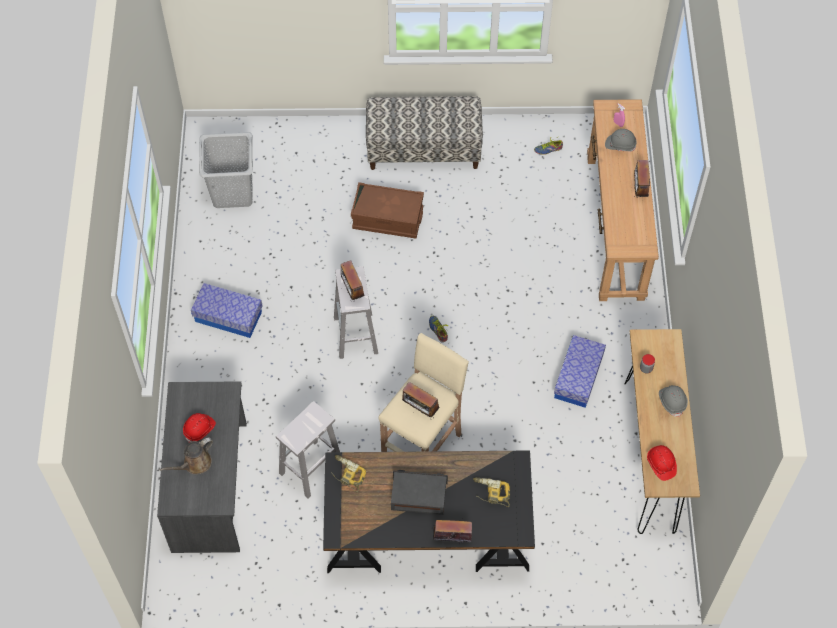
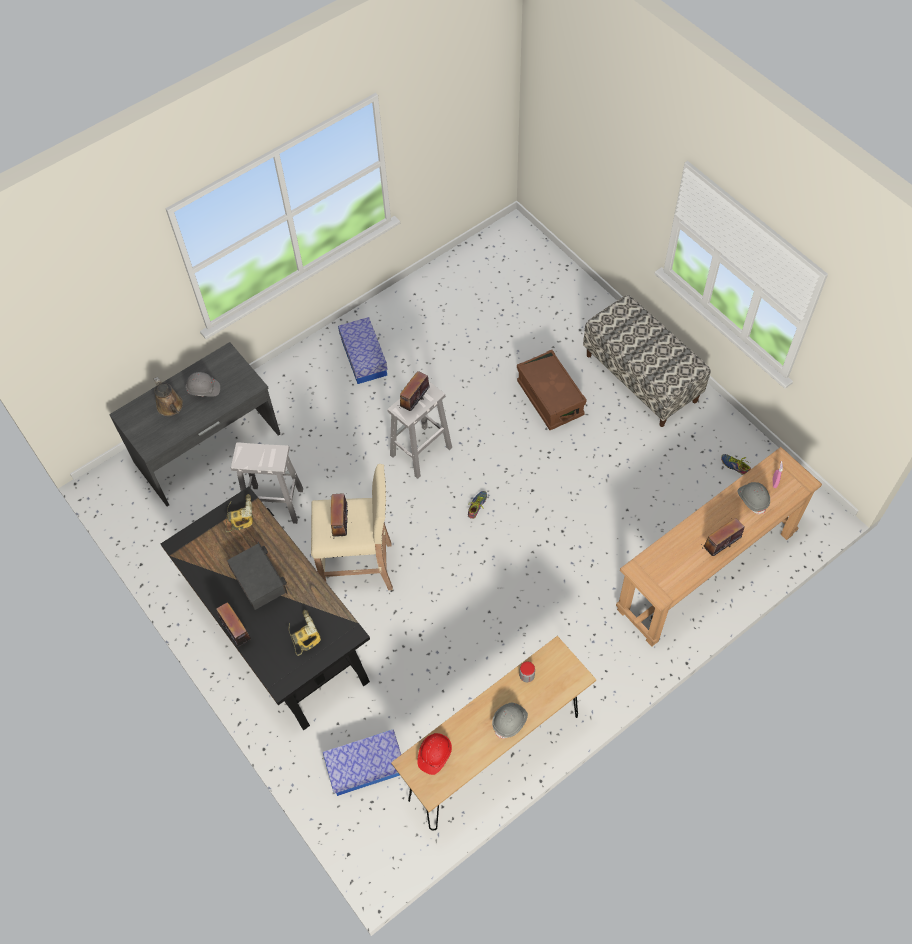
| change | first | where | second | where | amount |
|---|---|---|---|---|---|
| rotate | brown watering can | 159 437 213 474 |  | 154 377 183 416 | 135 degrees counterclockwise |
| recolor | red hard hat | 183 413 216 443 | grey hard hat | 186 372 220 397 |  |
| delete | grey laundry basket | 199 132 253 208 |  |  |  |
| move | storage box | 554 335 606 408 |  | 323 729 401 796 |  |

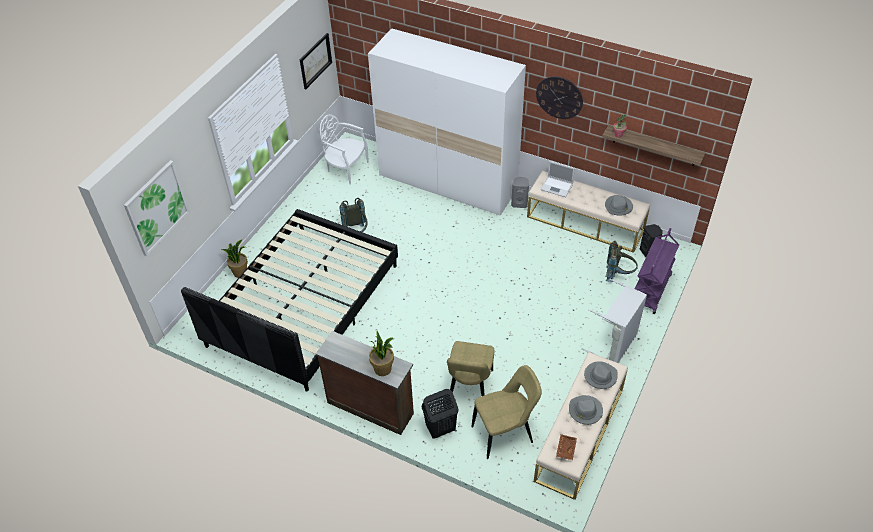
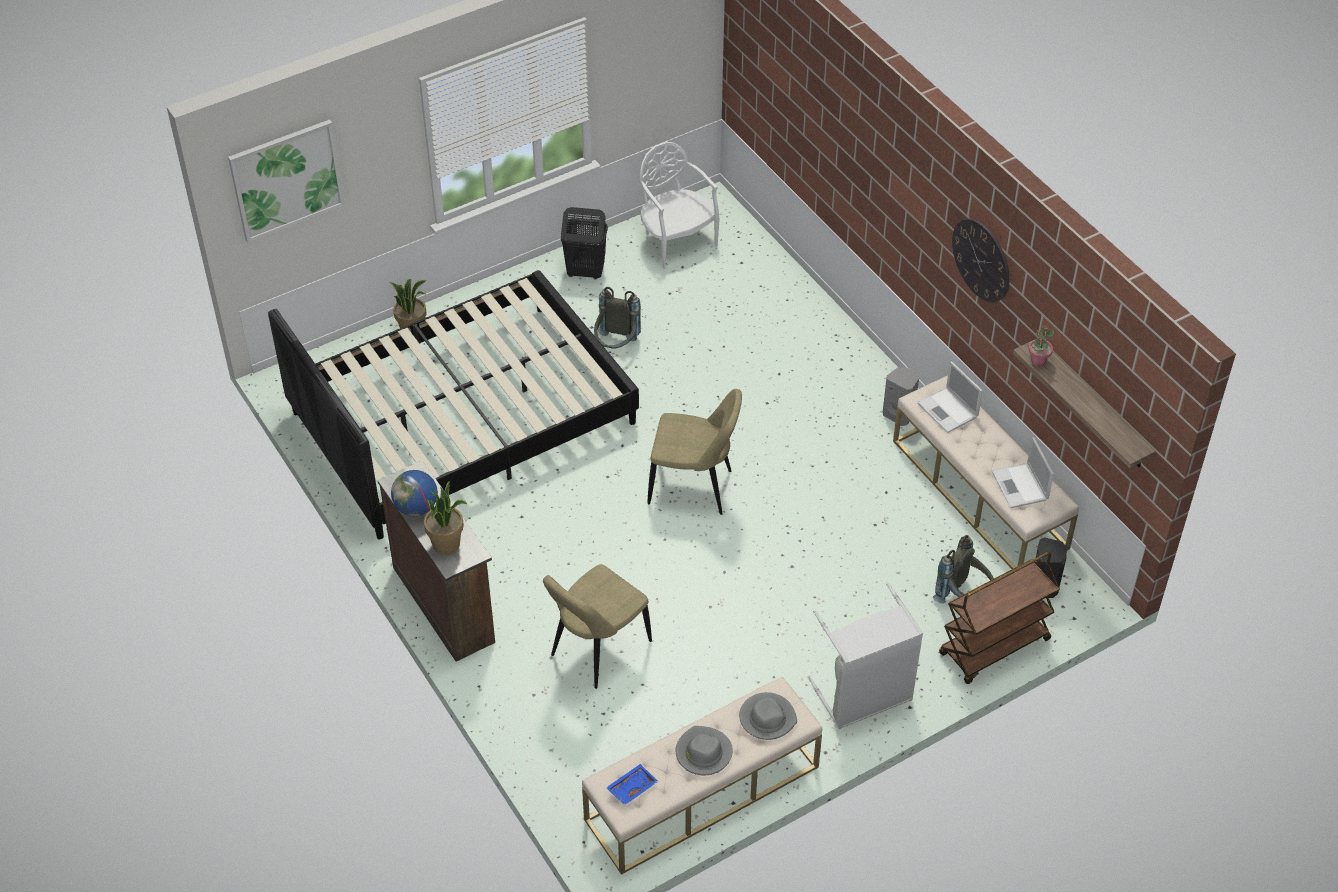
| change | first | where | second | where | amount |
|---|---|---|---|---|---|
| delete | picture | 300 33 332 90 |  |  |  |
| delete | white wardrobe | 368 28 526 216 |  |  |  |
| move | black laundry basket | 422 389 458 439 |  | 561 207 608 279 |  |
| move | beige chair | 472 365 542 459 |  | 647 389 742 515 |  |
| recolor | brown tray | 556 434 577 460 | blue tray | 606 764 659 805 |  |
| replace | grey hat | 605 195 633 216 | laptop | 992 437 1054 508 |  |
| recolor | purple cart | 635 228 679 314 | brown cart | 939 552 1060 684 |  |
| insert |  |  | globe | 391 470 438 516 |  |

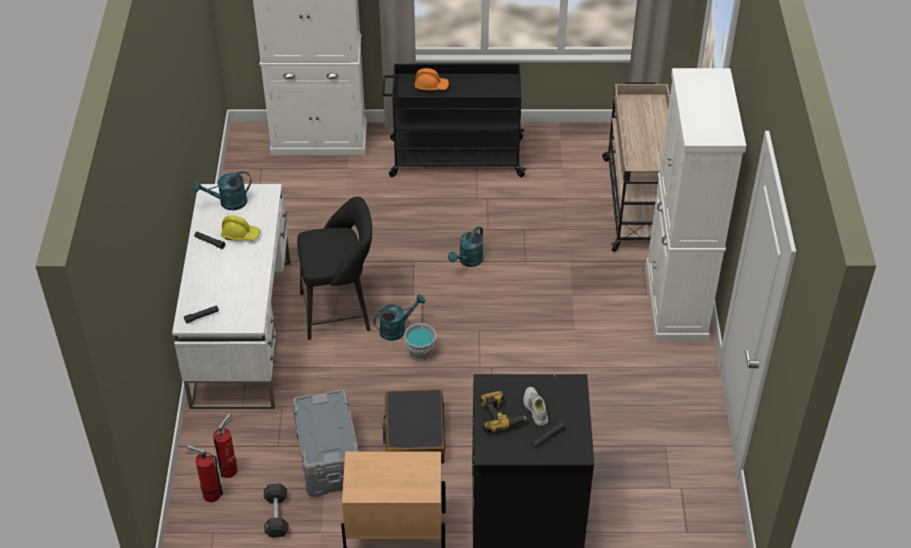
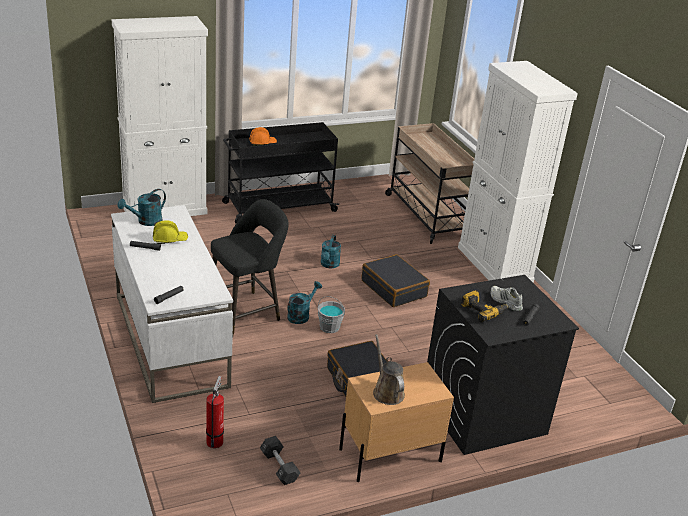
| change | first | where | second | where | amount |
|---|---|---|---|---|---|
| delete | fire extinguisher | 187 445 223 502 |  |  |  |
| delete | grey storage box | 293 390 359 497 |  |  |  |
| insert |  |  | black suitcase | 361 254 430 307 |  |
| insert |  |  | brown watering can | 373 334 405 405 |  |

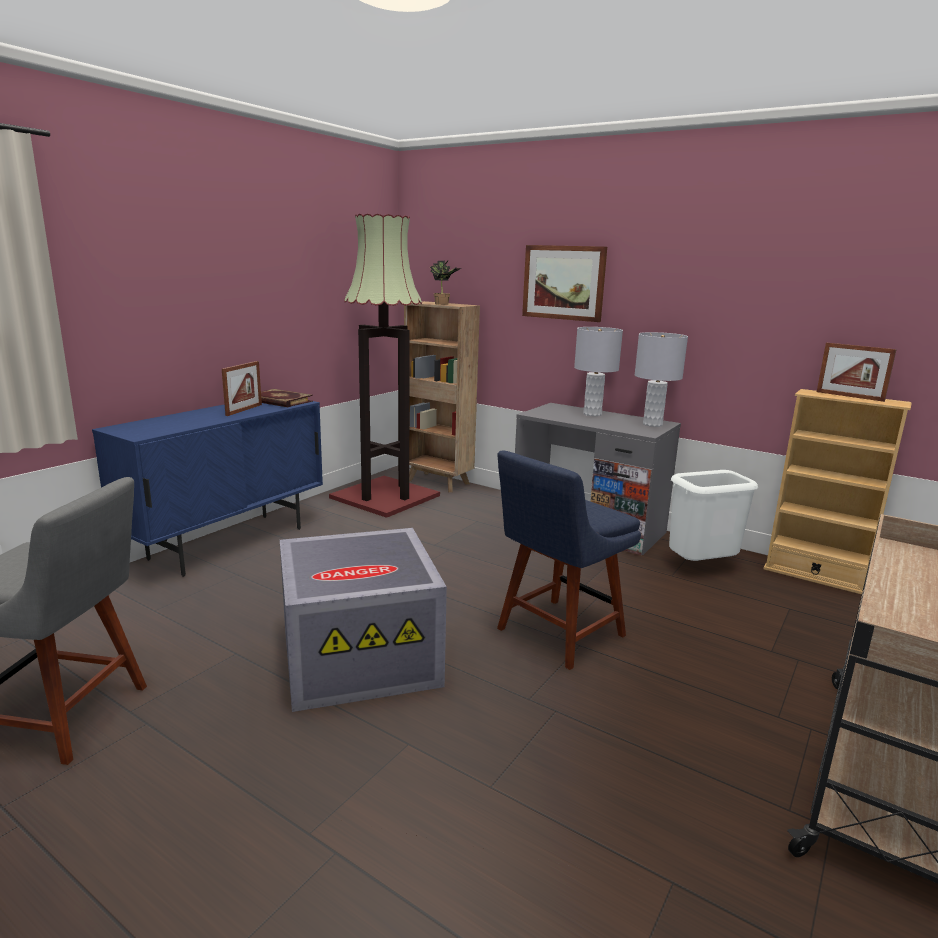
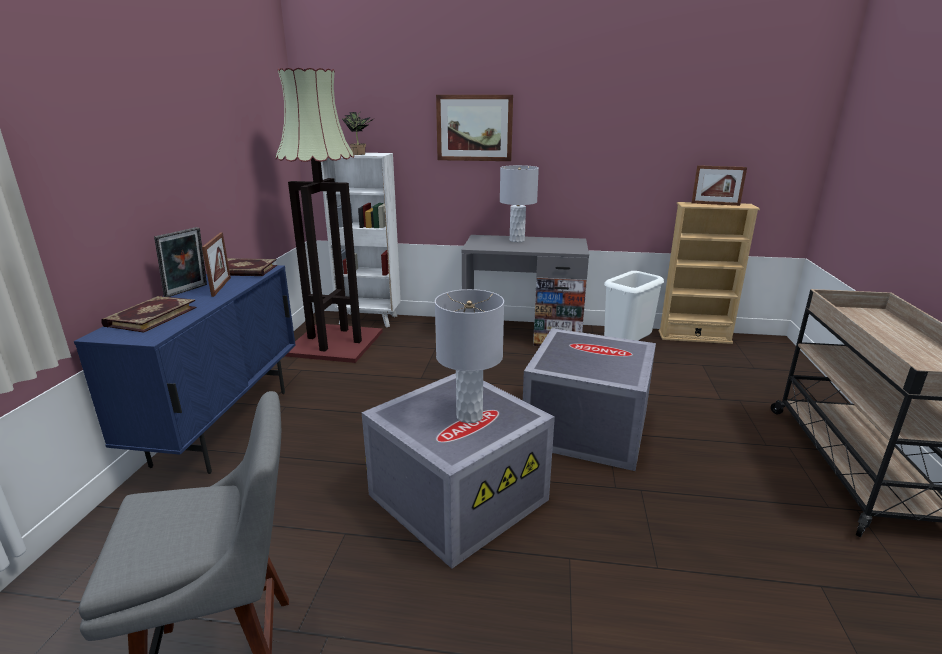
| change | first | where | second | where | amount |
|---|---|---|---|---|---|
| recolor | brown bookcase | 404 301 480 492 | white bookcase | 321 153 401 327 |  |
| replace | blue chair | 497 451 641 670 | grey storage box | 523 328 656 471 |  |
| move | grey table lamp | 635 332 688 427 |  | 435 289 504 423 |  |
| insert |  |  | book | 101 296 197 333 |  |
| insert |  |  | picture frame | 154 227 207 297 |  |

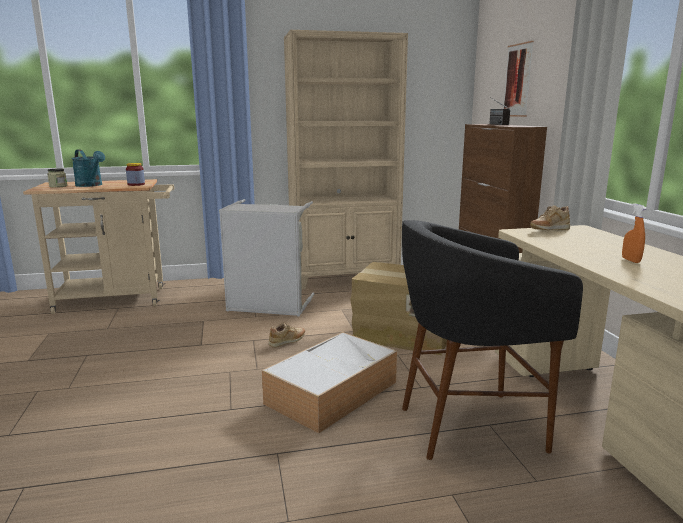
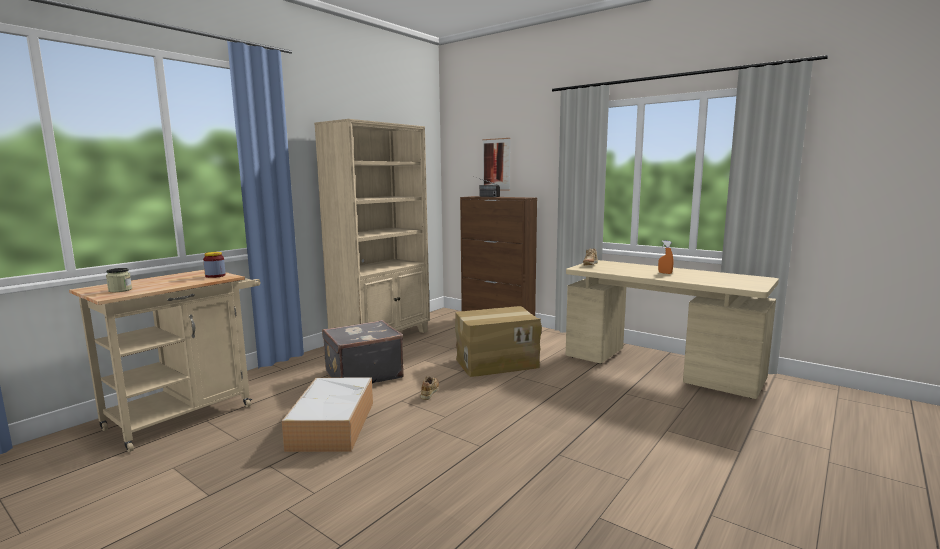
| change | first | where | second | where | amount |
|---|---|---|---|---|---|
| delete | turquoise watering can | 72 149 105 187 |  |  |  |
| replace | grey laundry basket | 219 199 314 317 | grey suitcase | 322 320 404 383 |  |
| move | storage box | 262 332 397 433 |  | 282 378 373 452 |  |
| delete | black stool | 402 220 583 460 |  |  |  |

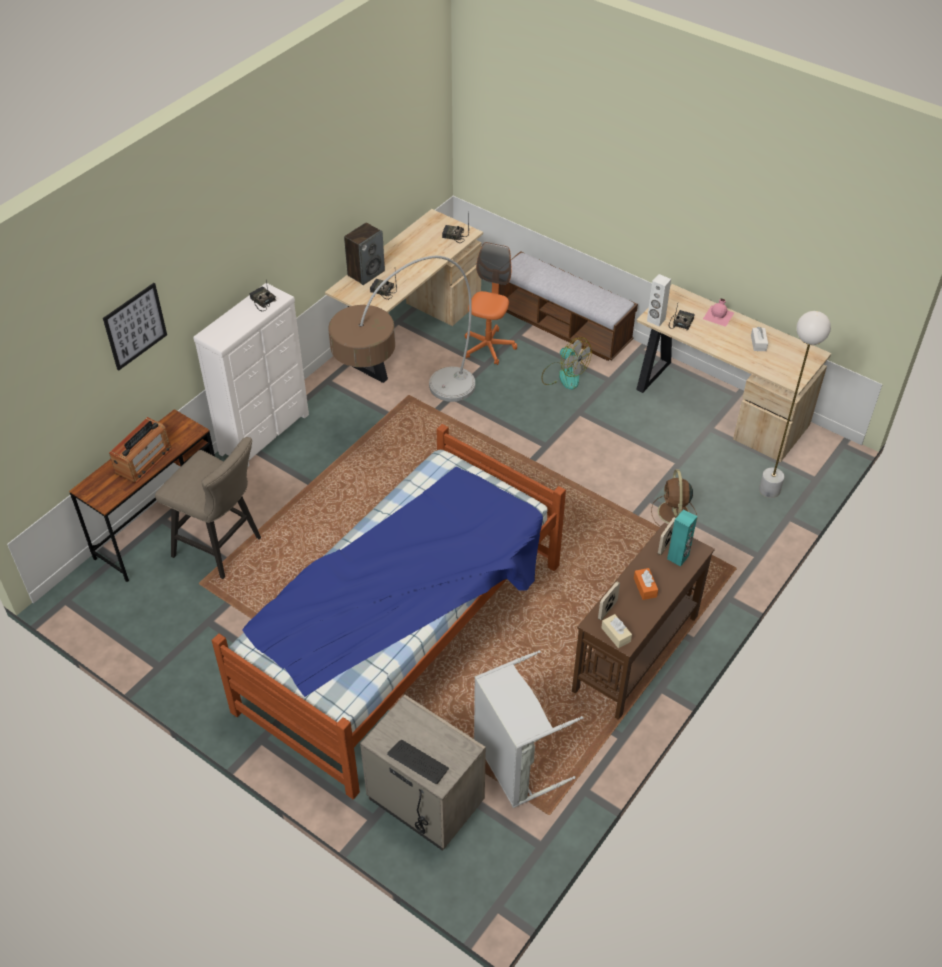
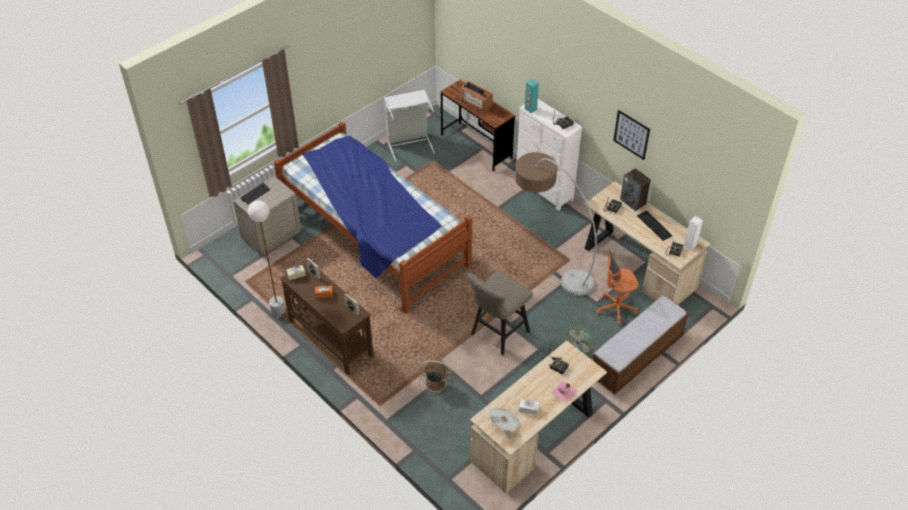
| change | first | where | second | where | amount |
|---|---|---|---|---|---|
| move | picture | 103 283 167 371 |  | 613 110 650 160 |  |
| move | beige stool | 155 437 261 579 |  | 467 271 533 355 |  |
| rotate | orange office chair | 465 242 517 365 |  | 596 249 638 325 | 135 degrees clockwise |
| move | grey laundry basket | 474 650 583 808 |  | 384 89 435 162 |  |
| move | white speaker | 647 274 671 326 |  | 684 216 703 250 |  |
| move | turquoise speaker | 667 510 697 567 |  | 525 79 539 113 |  |
| move | white floor lamp | 759 311 831 498 |  | 248 201 285 316 |  |
| insert |  |  | newspaper | 489 408 522 432 |  |
| insert |  |  | keyboard | 637 211 673 241 |  |

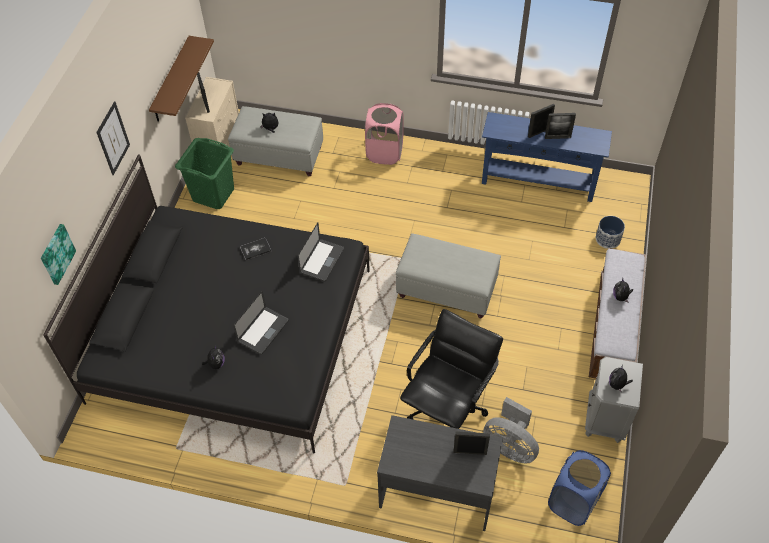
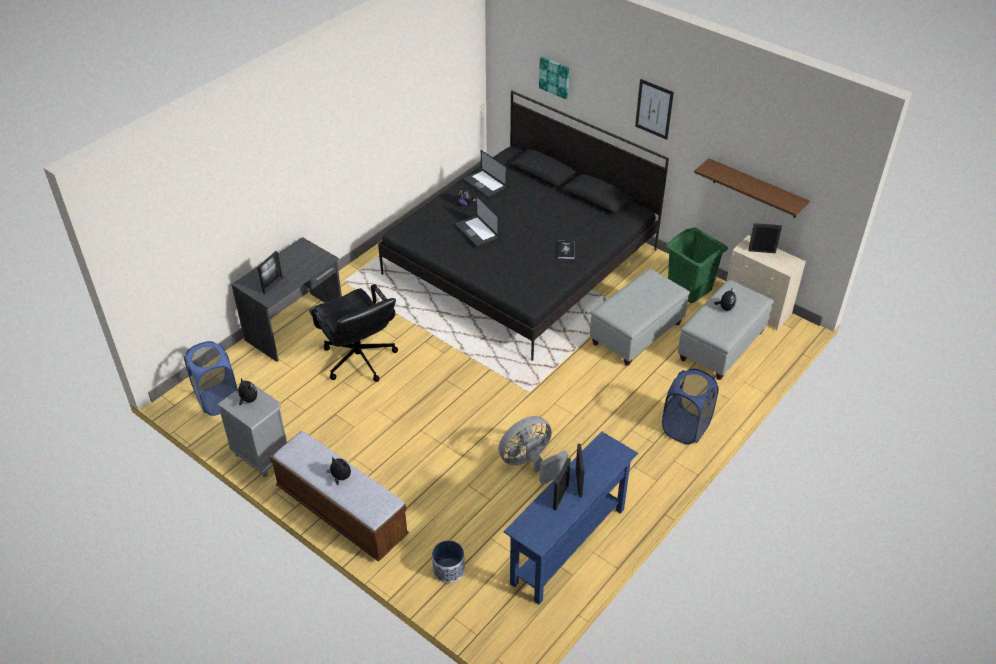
| change | first | where | second | where | amount |
|---|---|---|---|---|---|
| move | laptop | 298 223 344 282 |  | 463 150 507 197 |  |
| recolor | pink laundry basket | 365 103 404 165 | blue laundry basket | 662 368 719 445 |  |
| move | grey ottoman | 396 233 501 318 |  | 590 269 690 366 |  |
| move | grey fan | 483 397 539 463 |  | 498 416 568 485 |  |

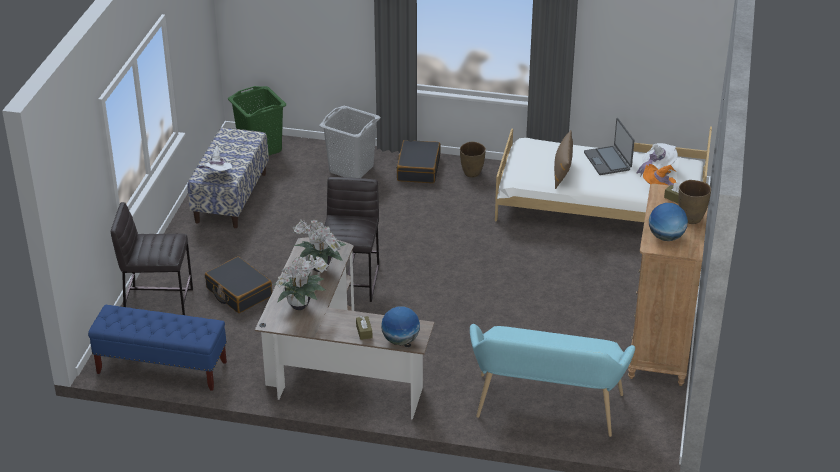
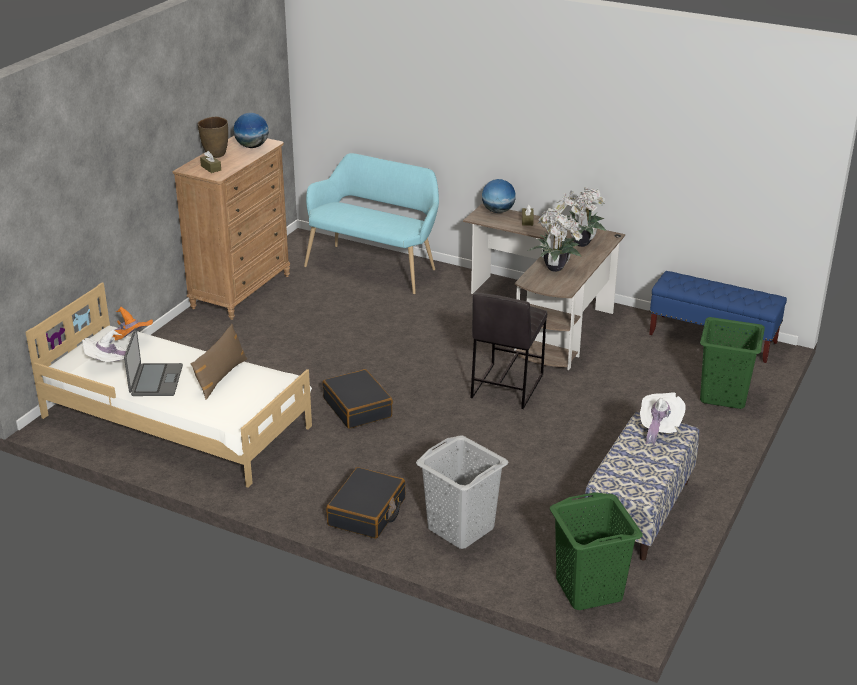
| change | first | where | second | where | amount |
|---|---|---|---|---|---|
| replace | grey stool | 111 202 193 315 | green laundry basket | 700 317 765 409 |  |
| move | black suitcase | 205 256 272 313 |  | 322 369 393 429 |  |
| delete | brown vase | 460 142 486 177 |  |  |  |

